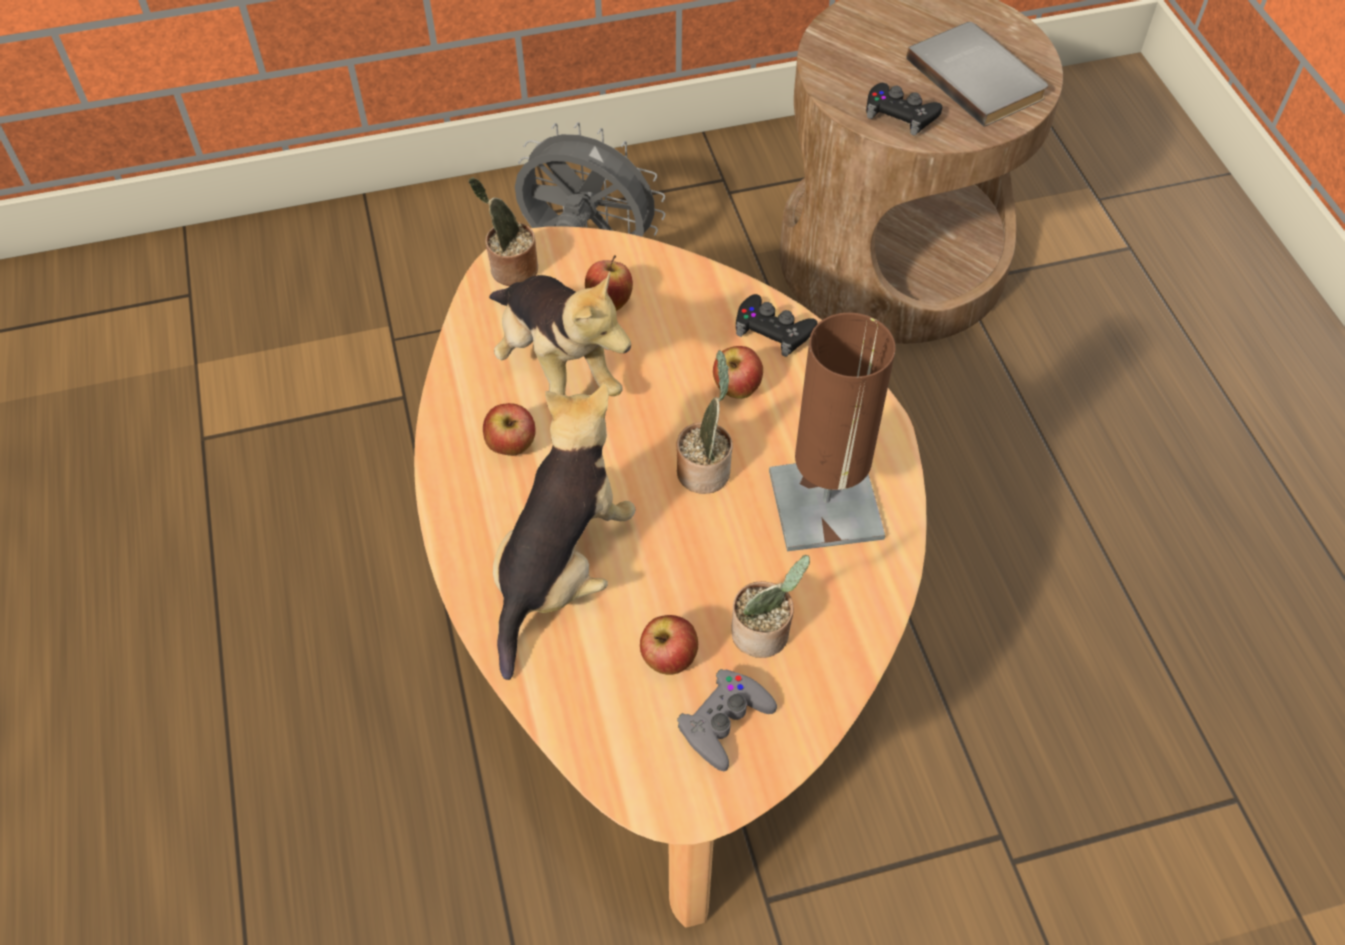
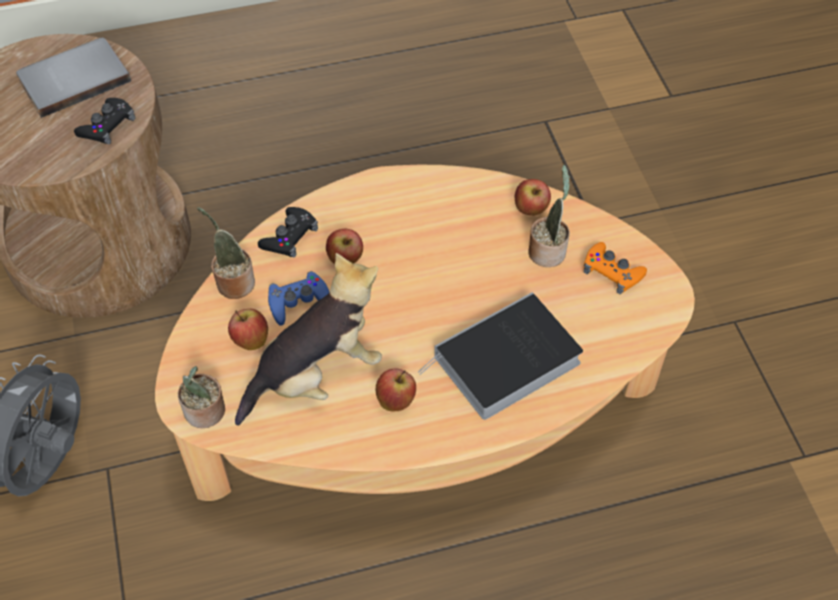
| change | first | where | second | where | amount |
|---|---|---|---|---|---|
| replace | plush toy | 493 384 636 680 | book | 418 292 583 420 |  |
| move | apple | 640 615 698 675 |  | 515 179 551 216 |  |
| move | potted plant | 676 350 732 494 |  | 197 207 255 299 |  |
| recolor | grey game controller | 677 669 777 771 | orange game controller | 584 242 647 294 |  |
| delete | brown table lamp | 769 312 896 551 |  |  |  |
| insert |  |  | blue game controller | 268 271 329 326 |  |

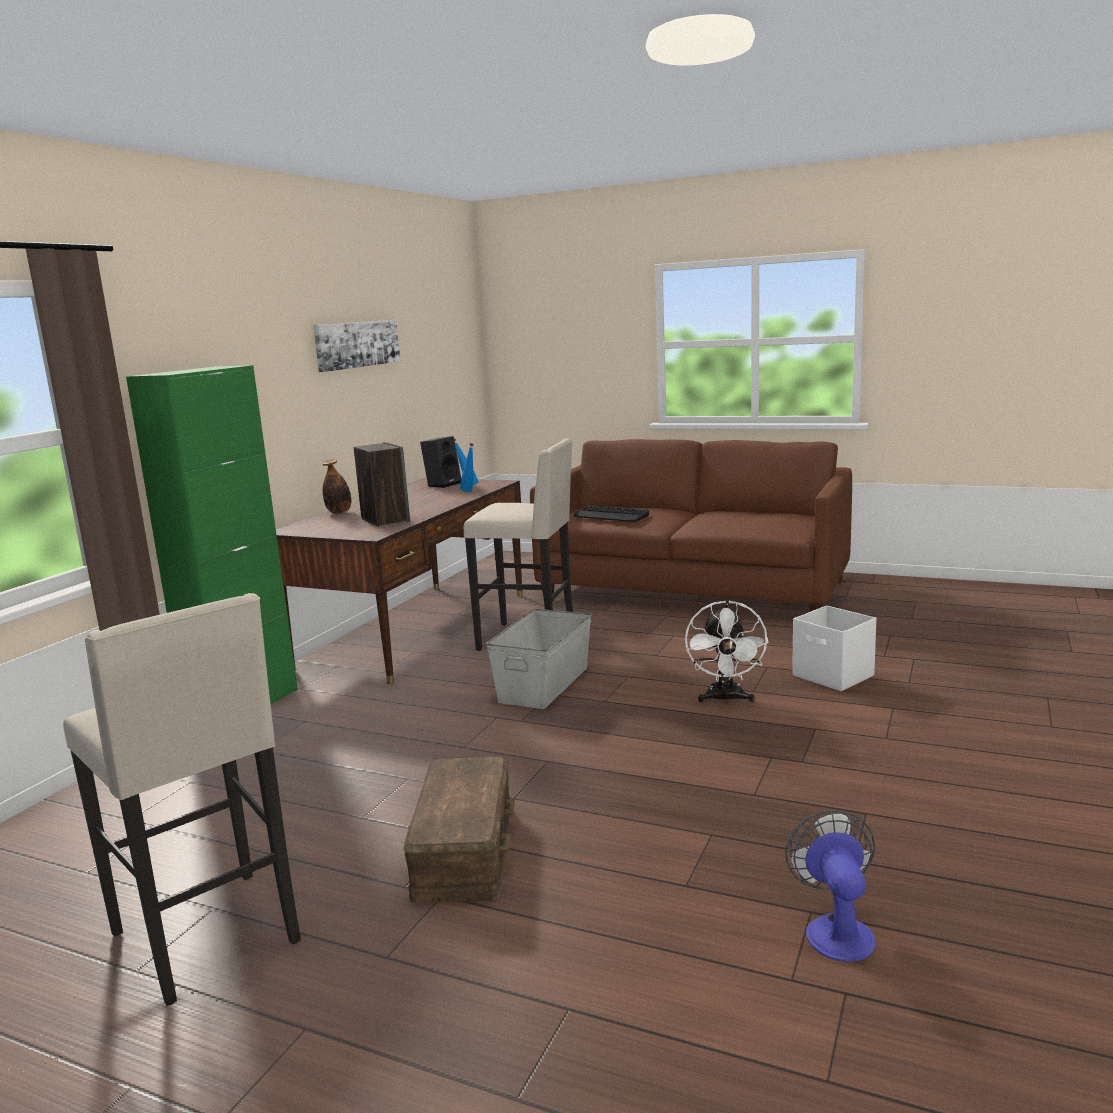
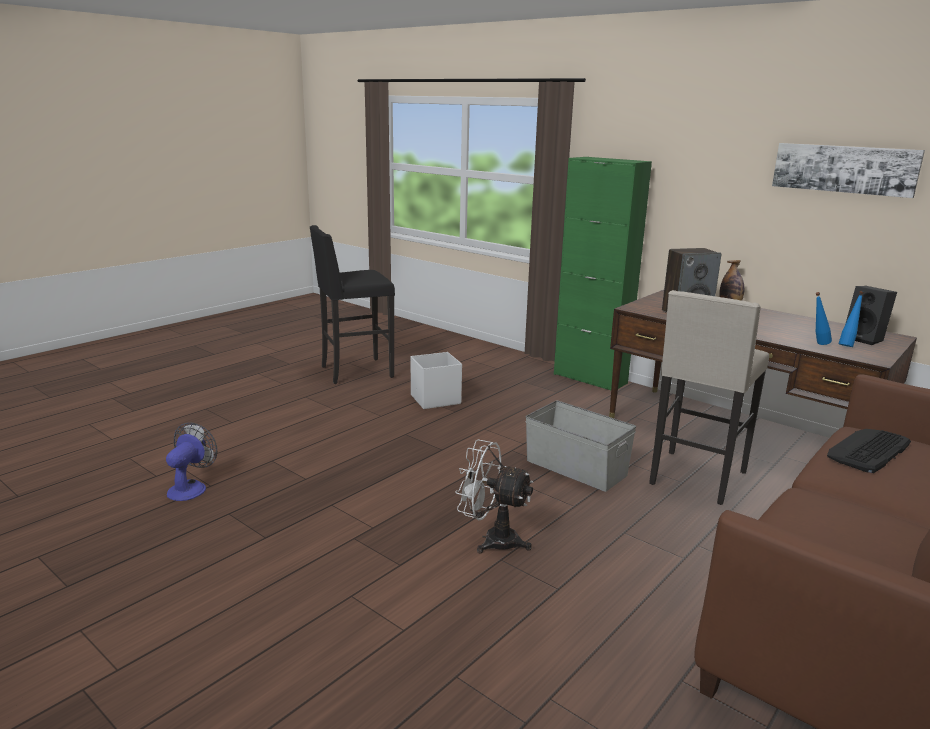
| change | first | where | second | where | amount |
|---|---|---|---|---|---|
| recolor | beige stool | 63 593 301 1006 | black stool | 310 225 395 384 |  |
| delete | brown storage box | 403 756 515 903 |  |  |  |
| rotate | fan | 785 810 875 962 |  | 166 423 217 501 | 90 degrees counterclockwise |
| move | white storage box | 792 605 876 691 |  | 411 352 462 409 |  |

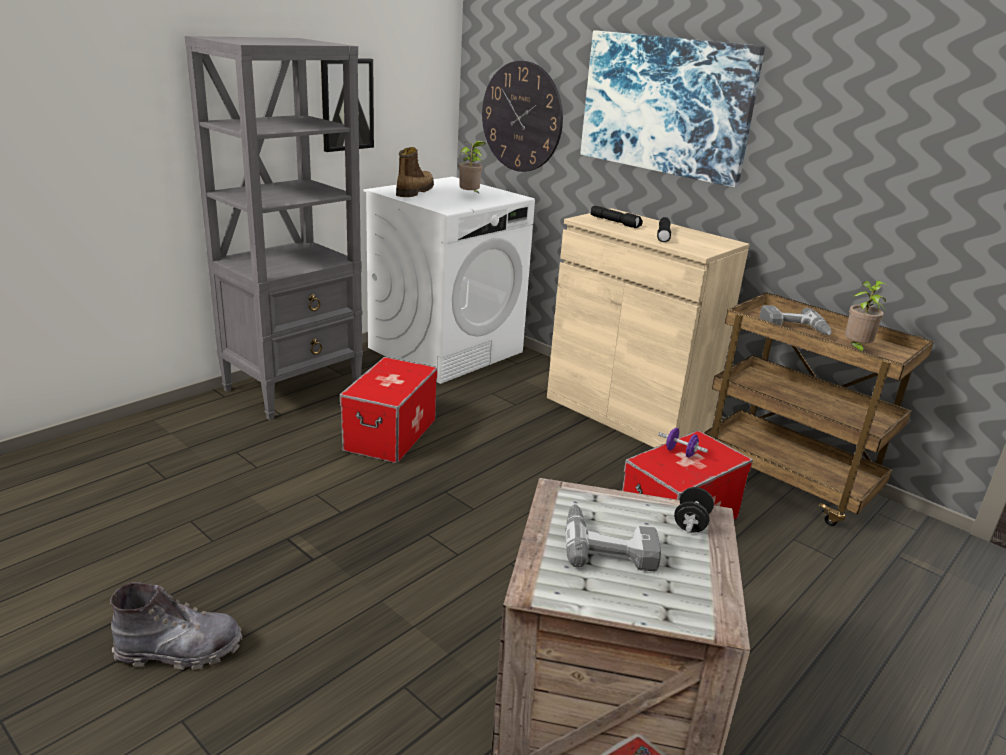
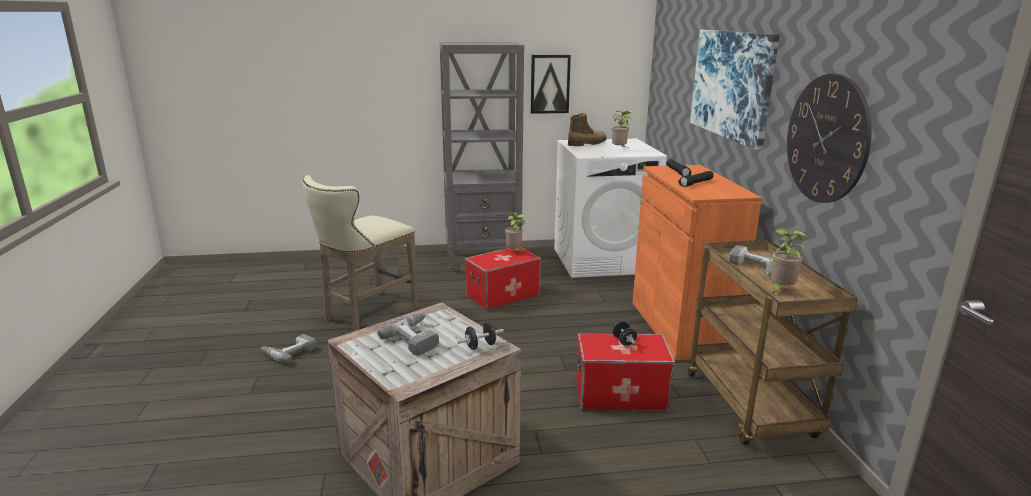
| change | first | where | second | where | amount |
|---|---|---|---|---|---|
| replace | grey boot | 110 582 242 670 | power drill | 261 334 316 363 |  |
| move | wall clock | 482 61 563 172 |  | 787 74 872 203 |  |
| recolor | beige cabinet | 547 208 750 448 | orange cabinet | 633 165 762 361 |  |
| recolor | purple dumbbell | 658 428 708 457 | black dumbbell | 613 321 637 346 |  |
| insert |  |  | beige stool | 303 175 419 332 |  |
| insert |  |  | potted plant | 505 212 525 252 |  |

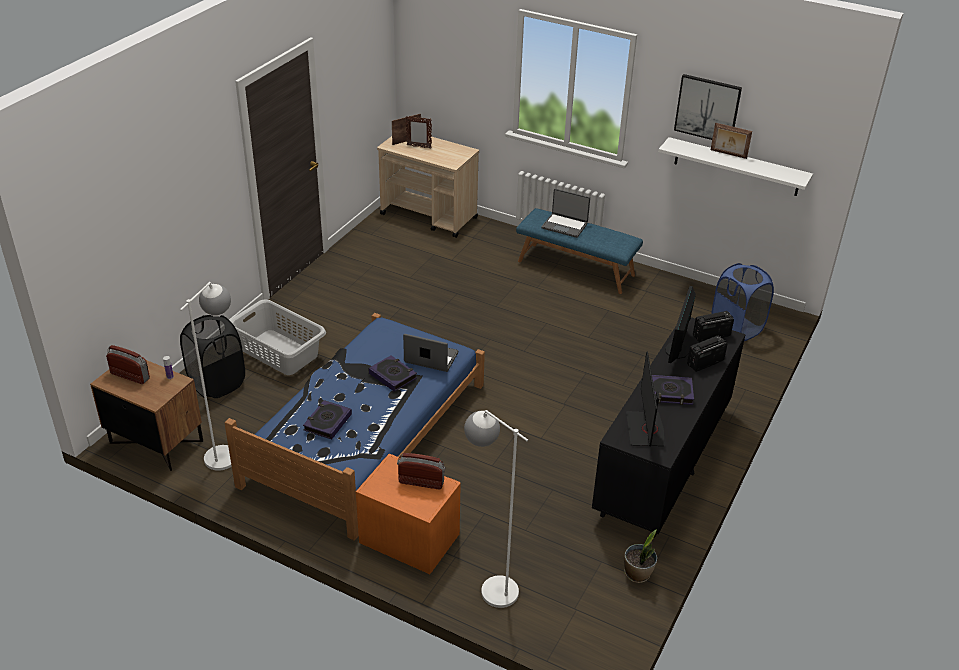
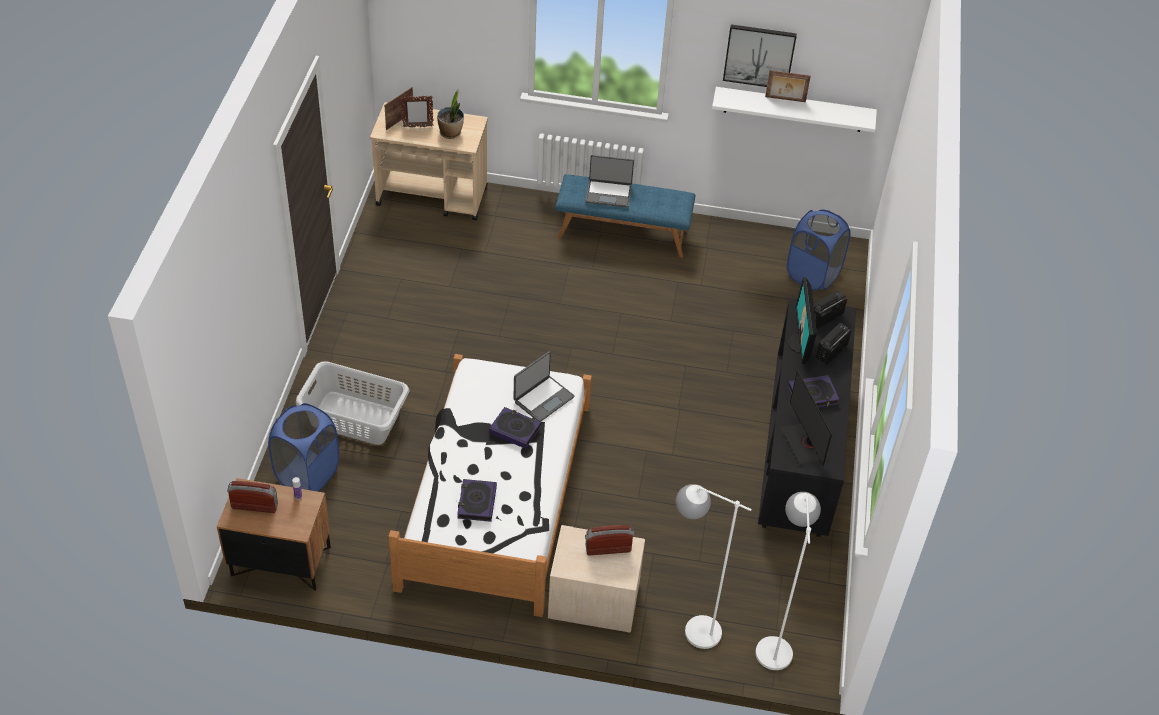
| change | first | where | second | where | amount |
|---|---|---|---|---|---|
| move | white floor lamp | 180 282 232 471 |  | 755 492 821 670 |  |
| recolor | black laundry basket | 180 315 245 398 | blue laundry basket | 268 403 339 492 |  |
| recolor | blue bed | 224 313 485 541 | white bed | 388 354 592 617 |  |
| recolor | orange nightstand | 356 454 461 574 | beige nightstand | 548 525 645 633 |  |
| rotate | laptop | 403 334 458 372 |  | 513 351 575 422 | 135 degrees clockwise |
| move | potted plant | 624 529 657 583 |  | 437 89 464 139 |  |

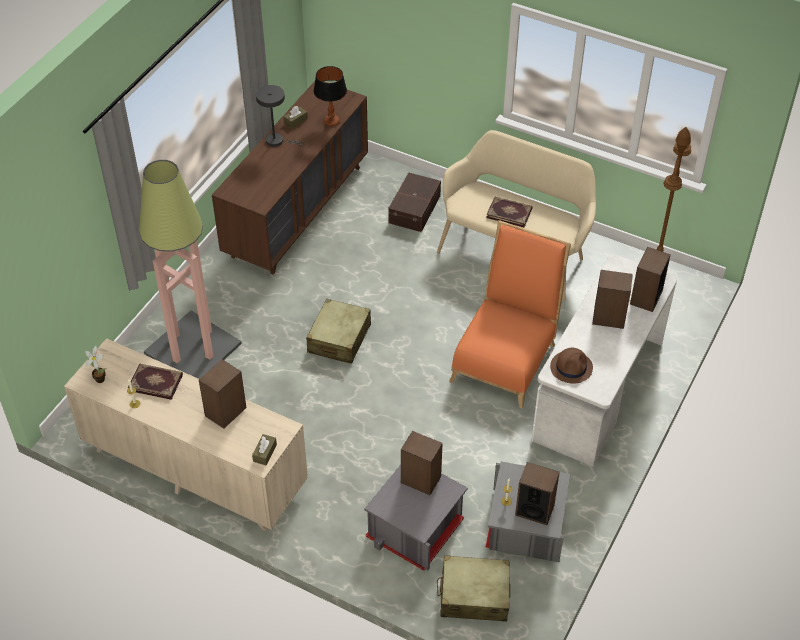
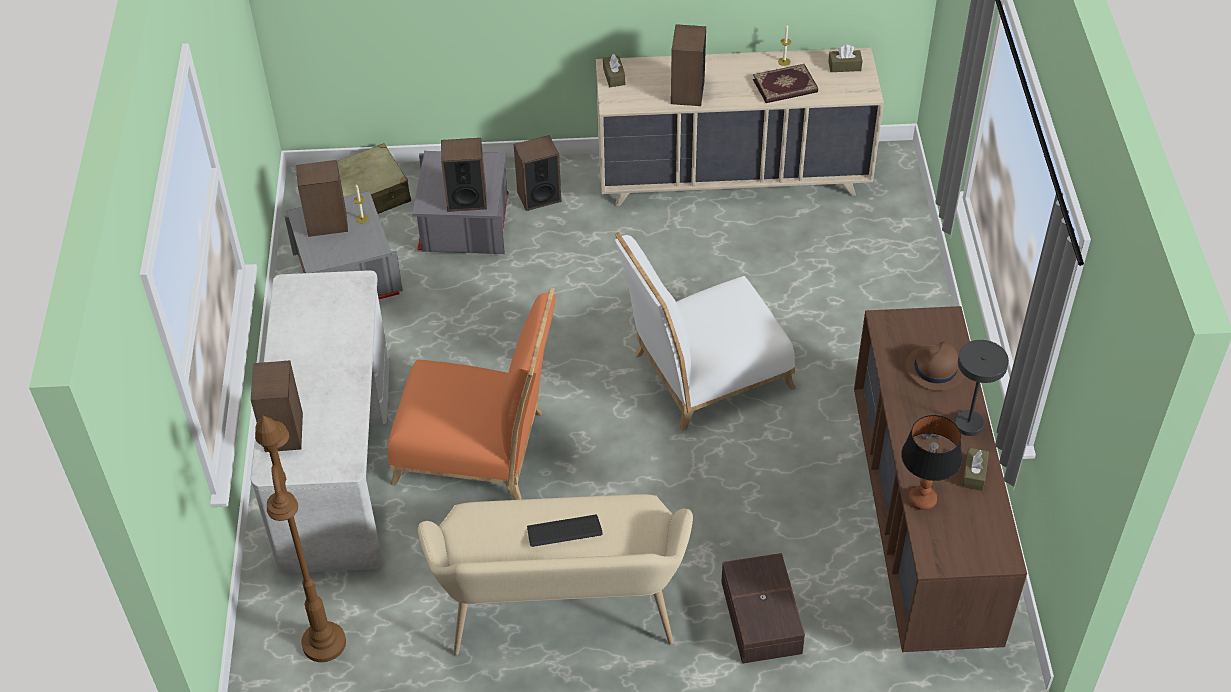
| change | first | where | second | where | amount |
|---|---|---|---|---|---|
| replace | potted plant | 85 346 106 383 | brown tissue box | 828 45 863 72 |  |
| delete | floor lamp | 139 160 242 379 |  |  |  |
| replace | beige suitcase | 306 299 371 364 | white chair | 615 232 796 431 |  |
| rotate | orange chair | 449 220 571 409 |  | 388 288 556 500 | 75 degrees counterclockwise |
| replace | book | 486 197 533 227 | keyboard | 527 515 603 547 |  |
| move | brown hat | 550 348 593 384 |  | 906 342 965 391 |  |
| move | speaker | 592 270 633 329 |  | 514 135 561 211 |  |

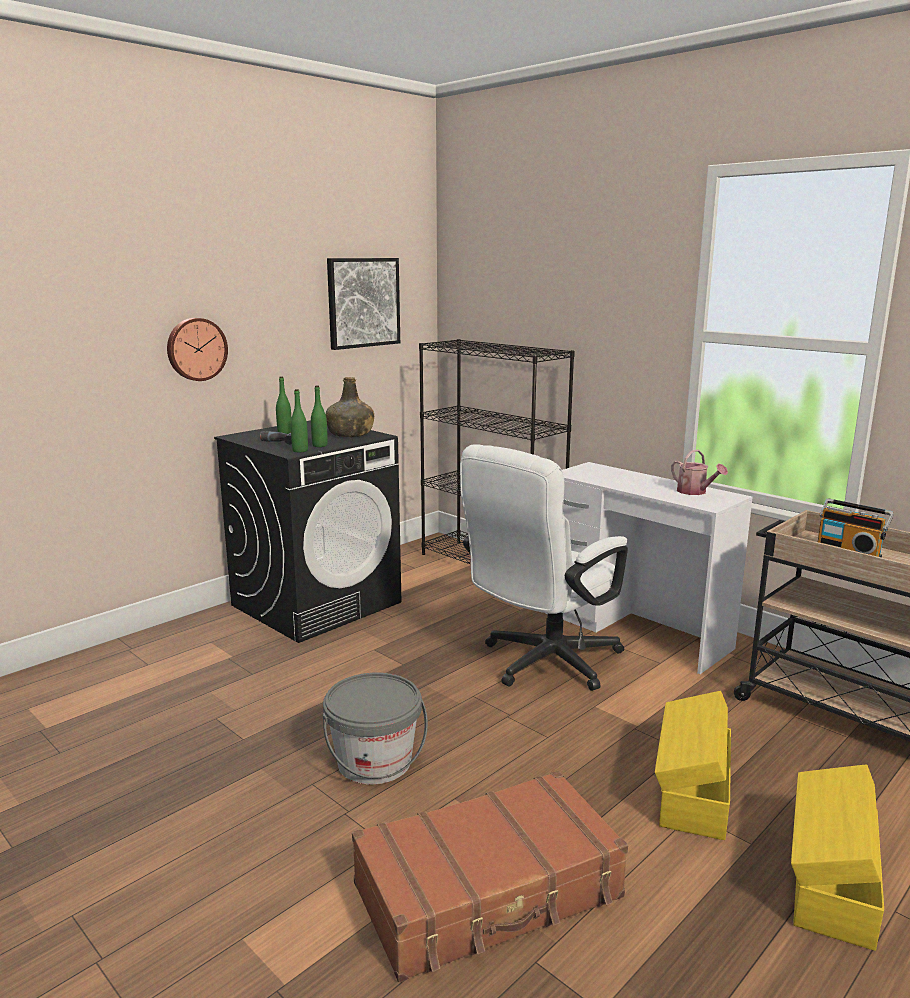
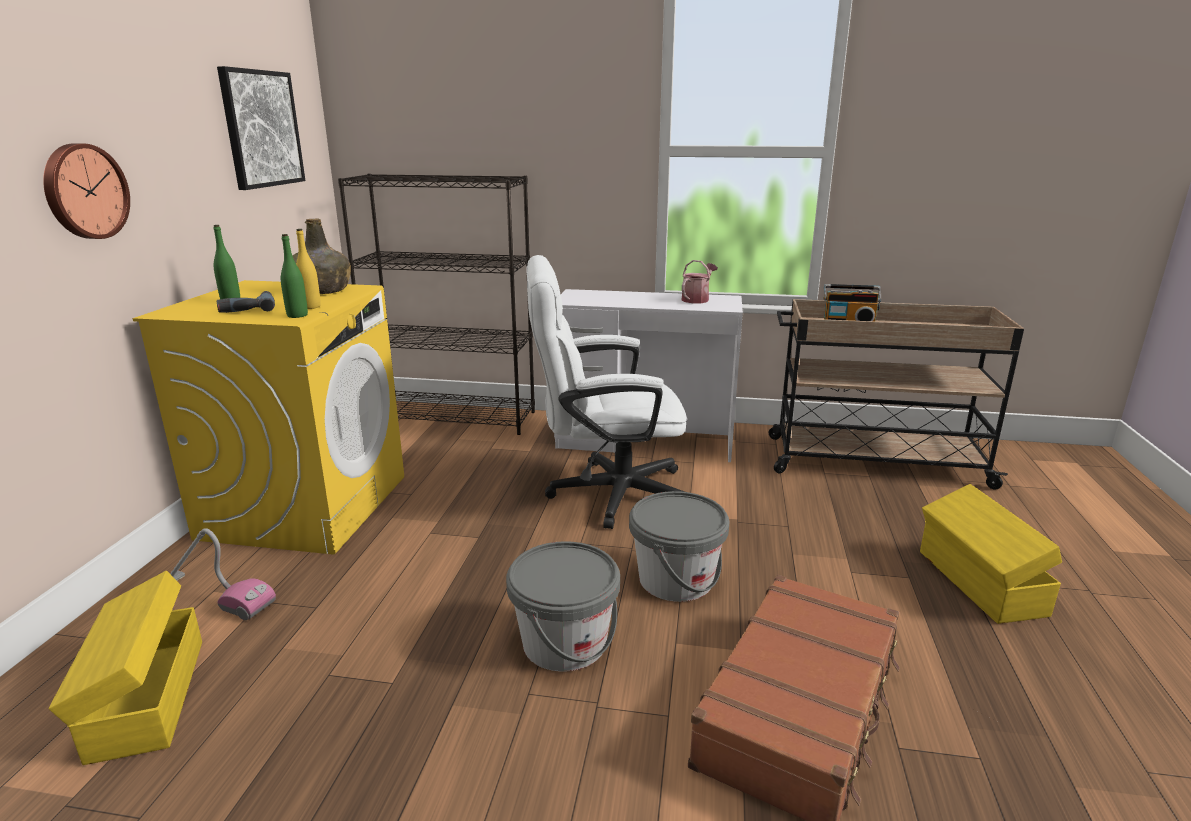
| change | first | where | second | where | amount |
|---|---|---|---|---|---|
| recolor | black washing machine | 214 420 401 643 | yellow washing machine | 132 280 404 555 |  |
| recolor | green bottle | 311 386 328 447 | yellow bottle | 296 229 321 309 |  |
| rotate | white office chair | 460 444 628 691 |  | 526 255 687 529 | 75 degrees clockwise |
| move | yellow storage box | 655 691 731 840 |  | 49 571 202 765 |  |
| rotate | watering can | 671 449 728 495 |  | 681 260 718 303 | 75 degrees counterclockwise |
| insert |  |  | vacuum cleaner | 170 528 276 620 |  |
| insert |  |  | grey bucket | 629 491 729 602 |  |

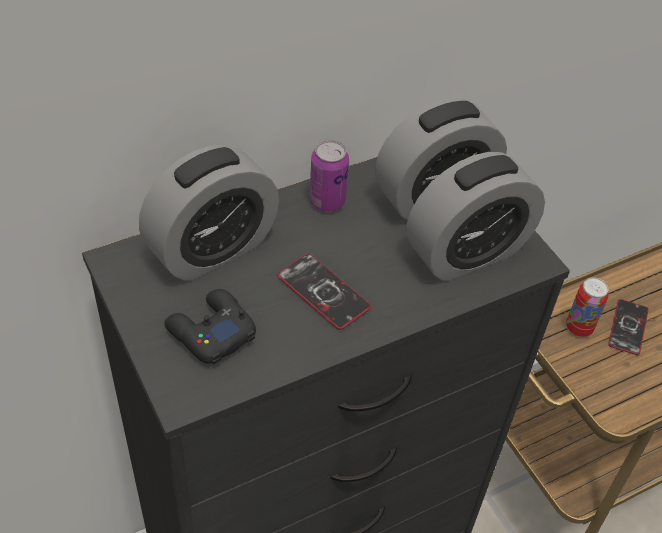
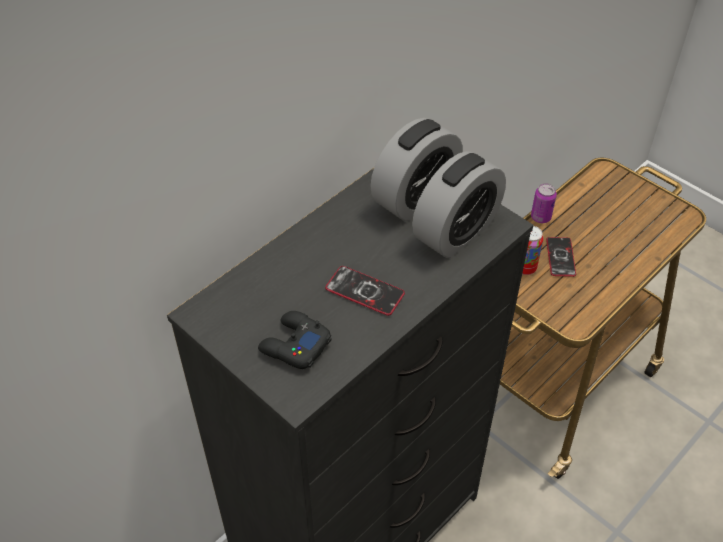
| change | first | where | second | where | amount |
|---|---|---|---|---|---|
| delete | alarm clock | 139 144 279 281 |  |  |  |
| move | can | 309 140 349 212 |  | 531 183 557 223 |  |

